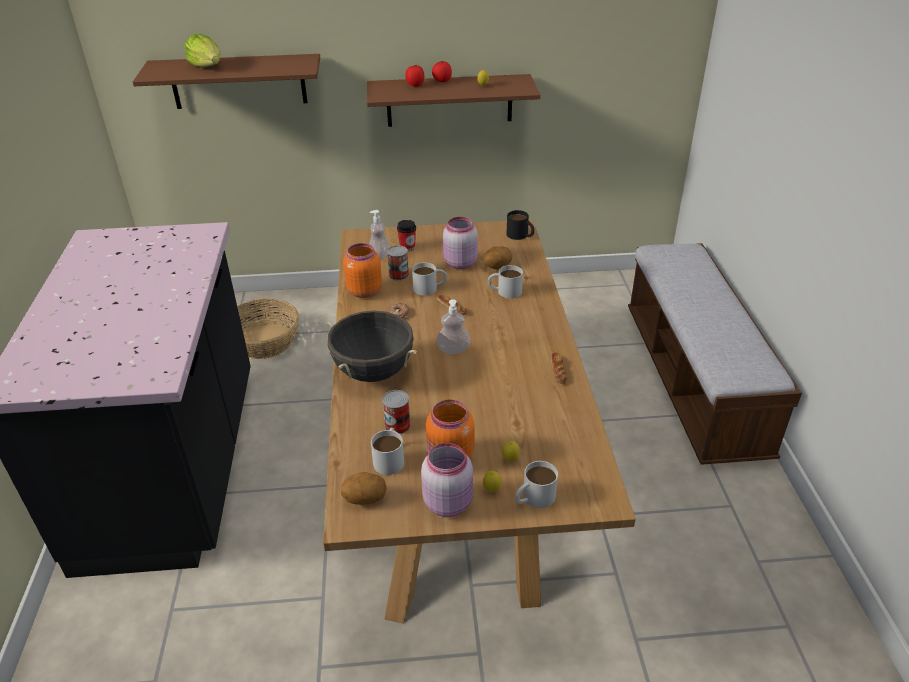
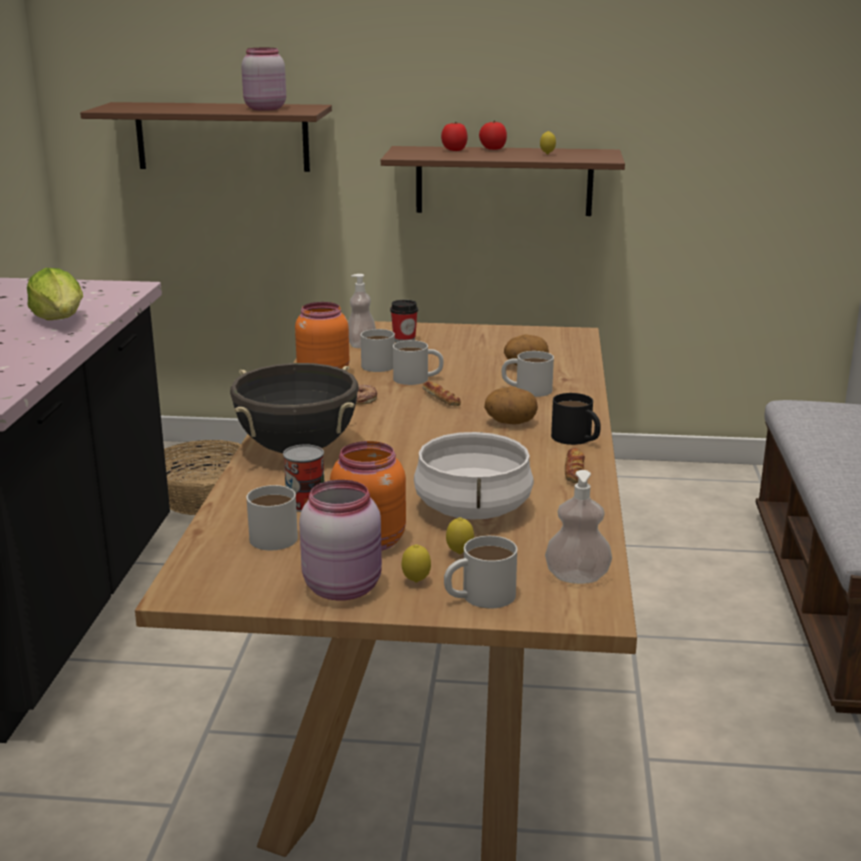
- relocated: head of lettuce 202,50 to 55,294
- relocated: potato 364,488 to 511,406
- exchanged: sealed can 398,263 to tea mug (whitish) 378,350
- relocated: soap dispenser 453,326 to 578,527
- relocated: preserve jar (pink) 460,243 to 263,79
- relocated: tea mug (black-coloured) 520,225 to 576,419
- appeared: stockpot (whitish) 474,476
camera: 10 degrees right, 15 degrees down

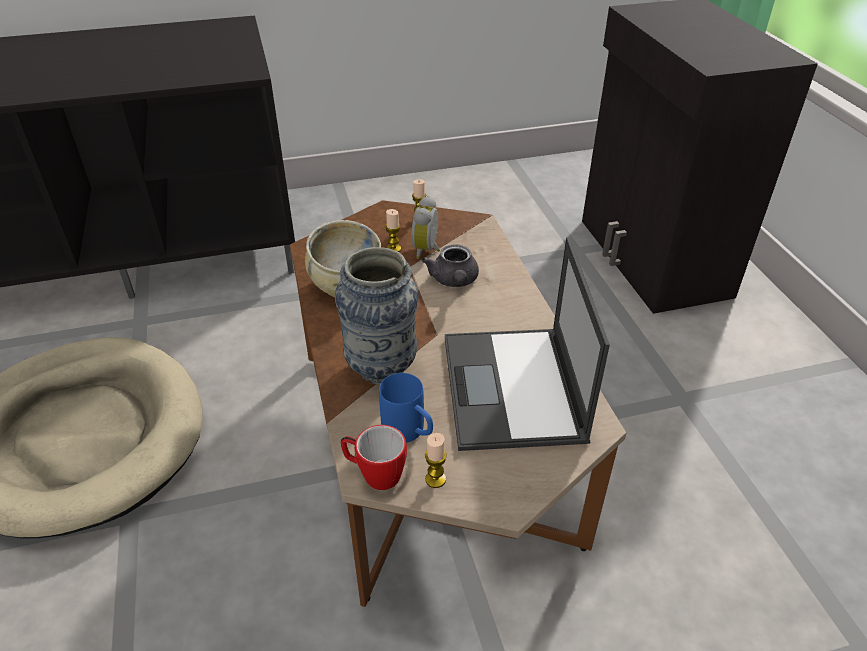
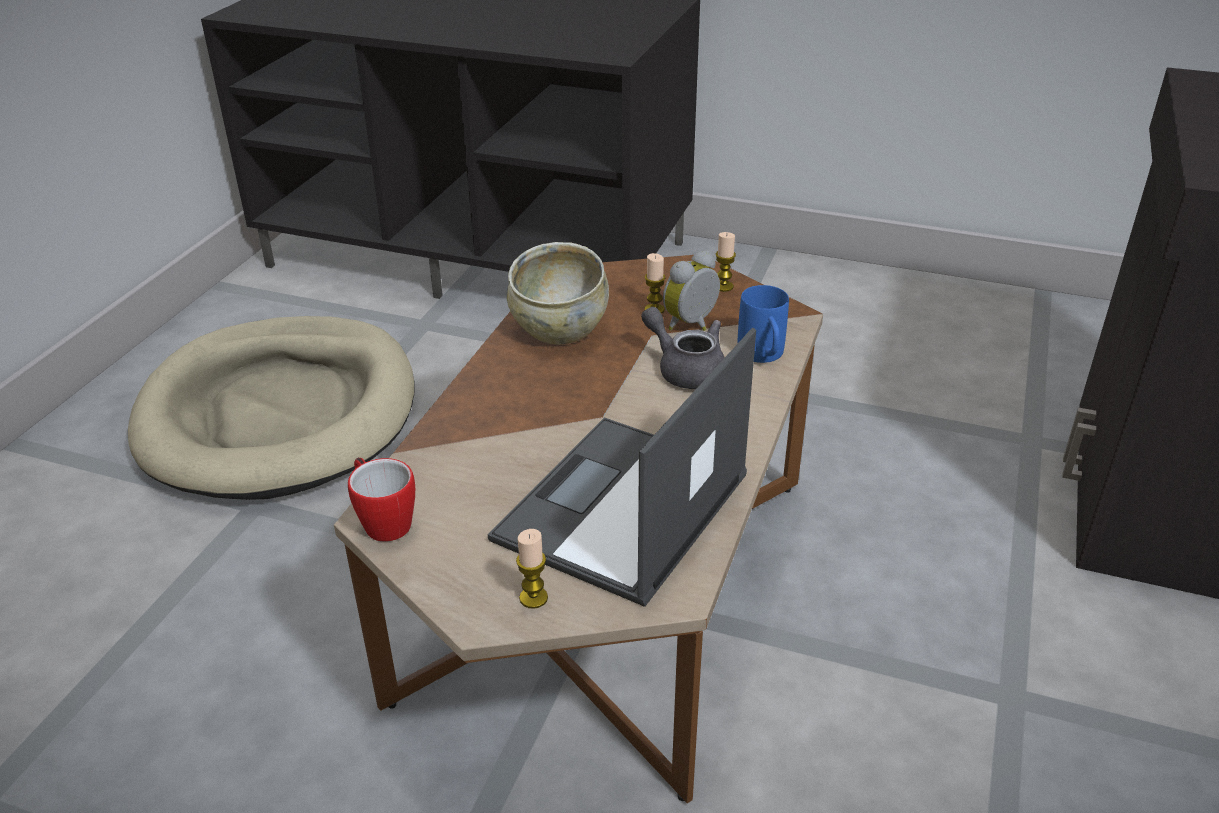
- missing: flower vase 377,315
- relocated: tea mug (blue) 406,408 to 763,324
- spun: tea pot (gray) 450,265 = 683,348 105 degrees clockwise
- relocated: wax candle 436,460 to 532,569
camera: 35 degrees right, 5 degrees down

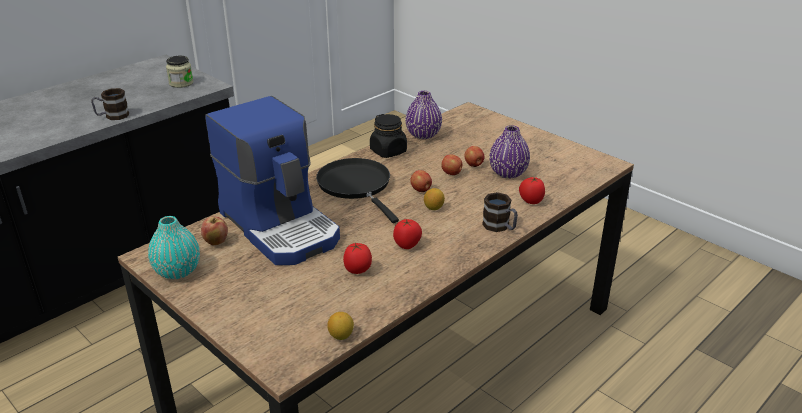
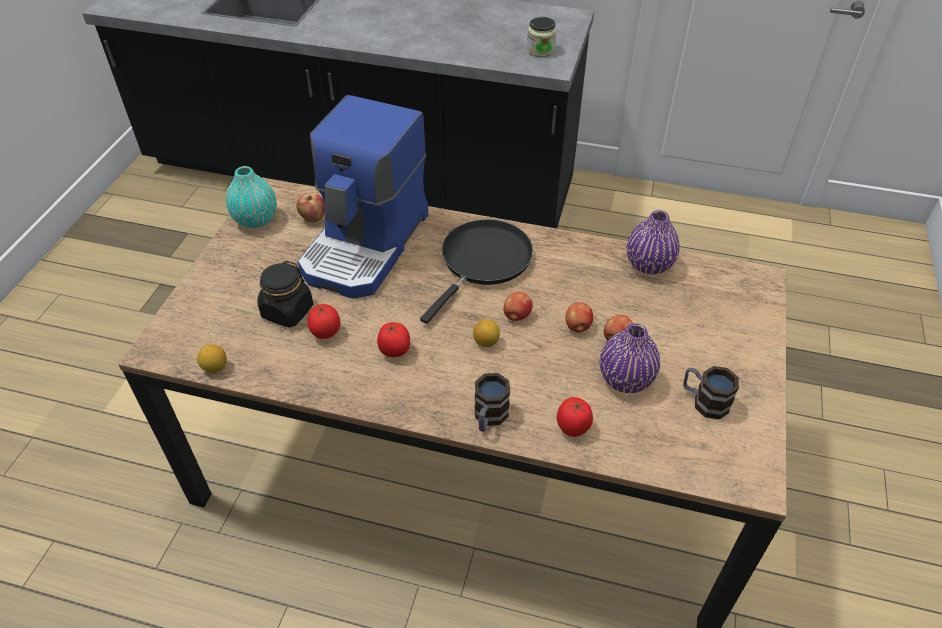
- relocated: tea mug 110,104 to 711,392
- relocated: preserve jar (black-coloured) 388,136 to 285,294
camera: 60 degrees right, 15 degrees up

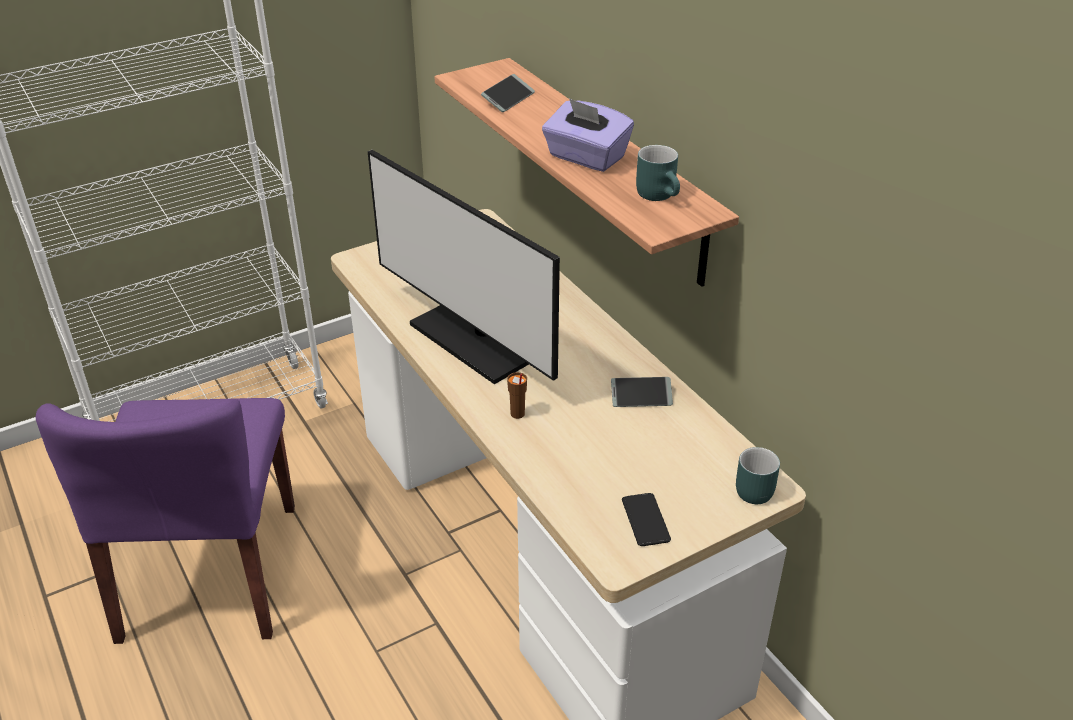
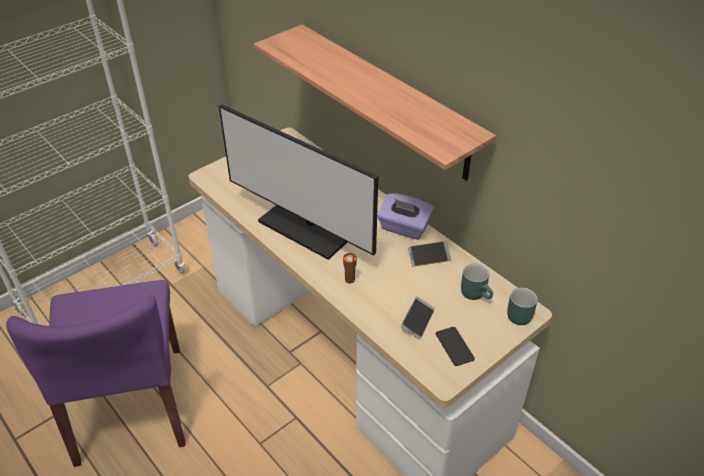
- relocated: handset 508,93 to 418,317
- relocated: tissue box (purple) 588,135 to 405,216
- relocated: tea mug (turquoise) 658,173 to 477,282
camera: 10 degrees left, 5 degrees up

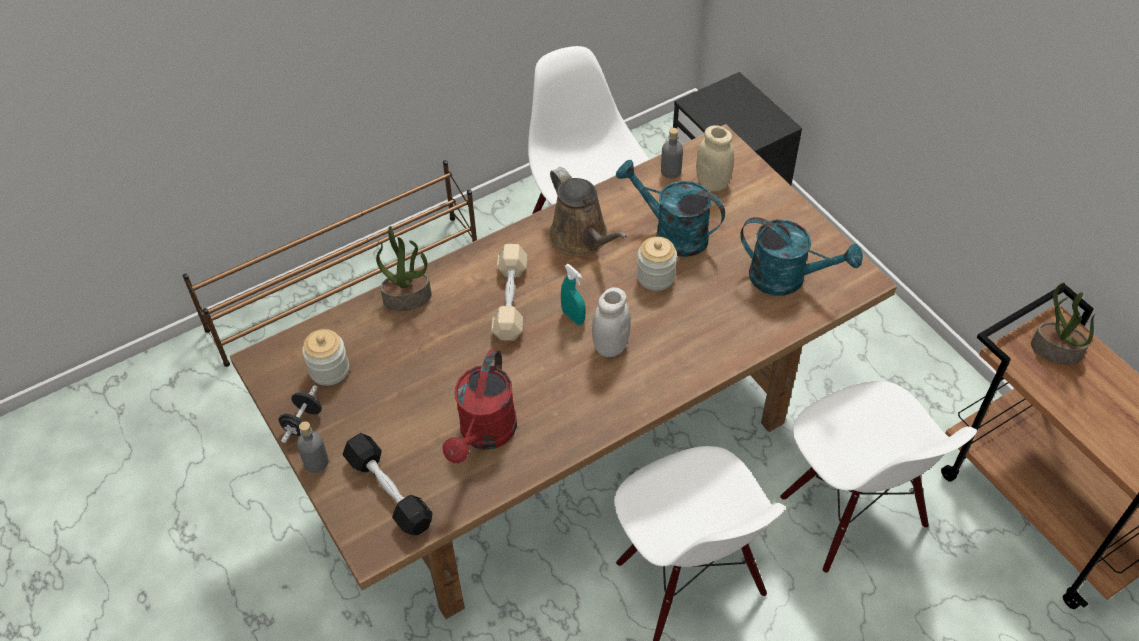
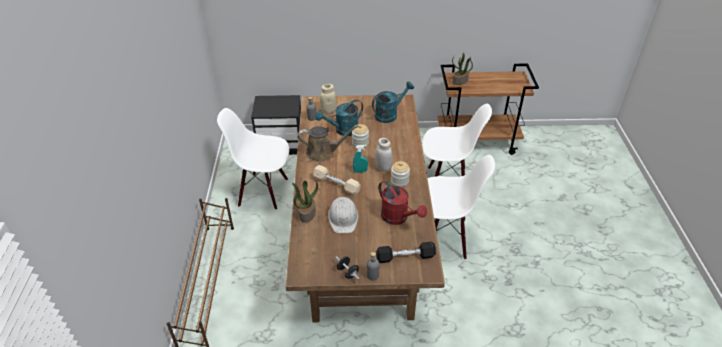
- relocated: preserve jar 325,357 to 400,174
- appeared: safety helmet (whitish) 343,215
camera: 60 degrees left, 10 degrees down

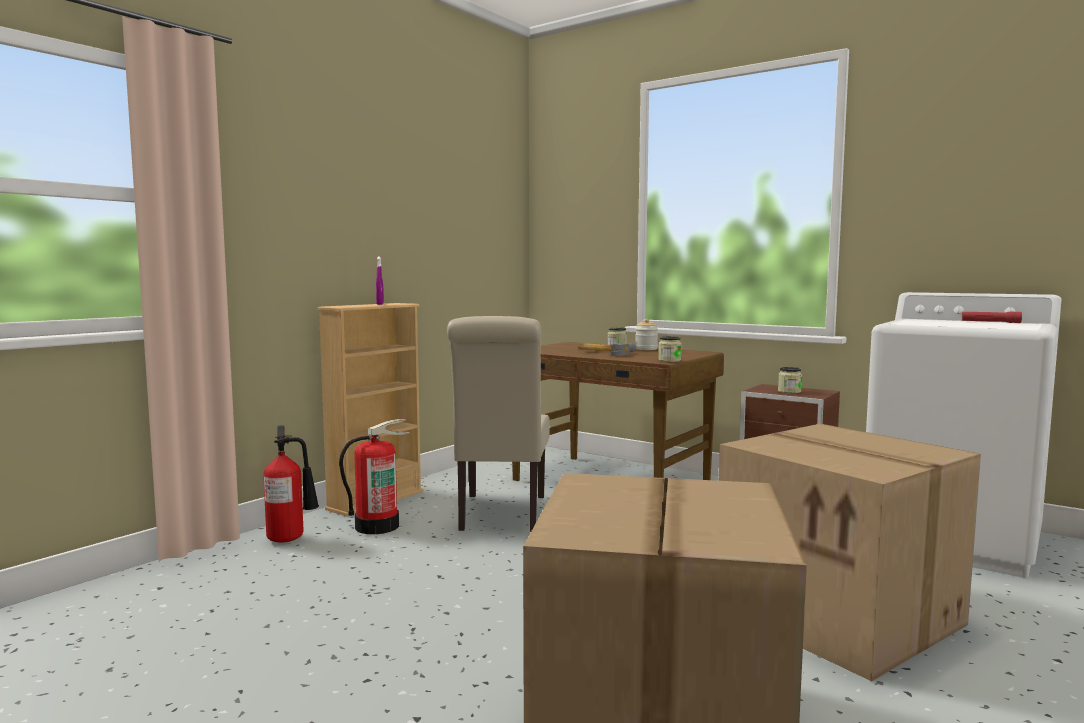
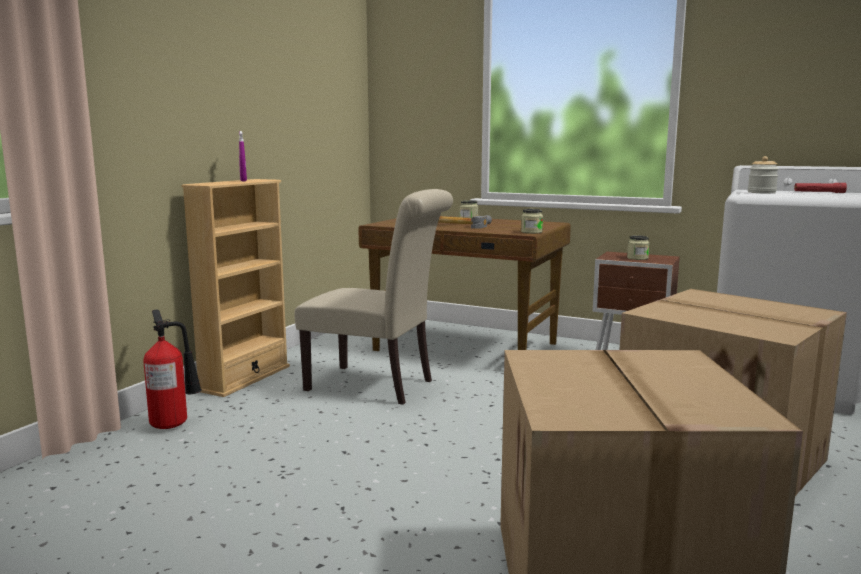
- missing: fire extinguisher 374,476
- spun: plain chair (beige) 498,424 = 373,297 60 degrees counterclockwise
- relocated: preserve jar 646,334 to 763,174
camera: 10 degrees left, 5 degrees up

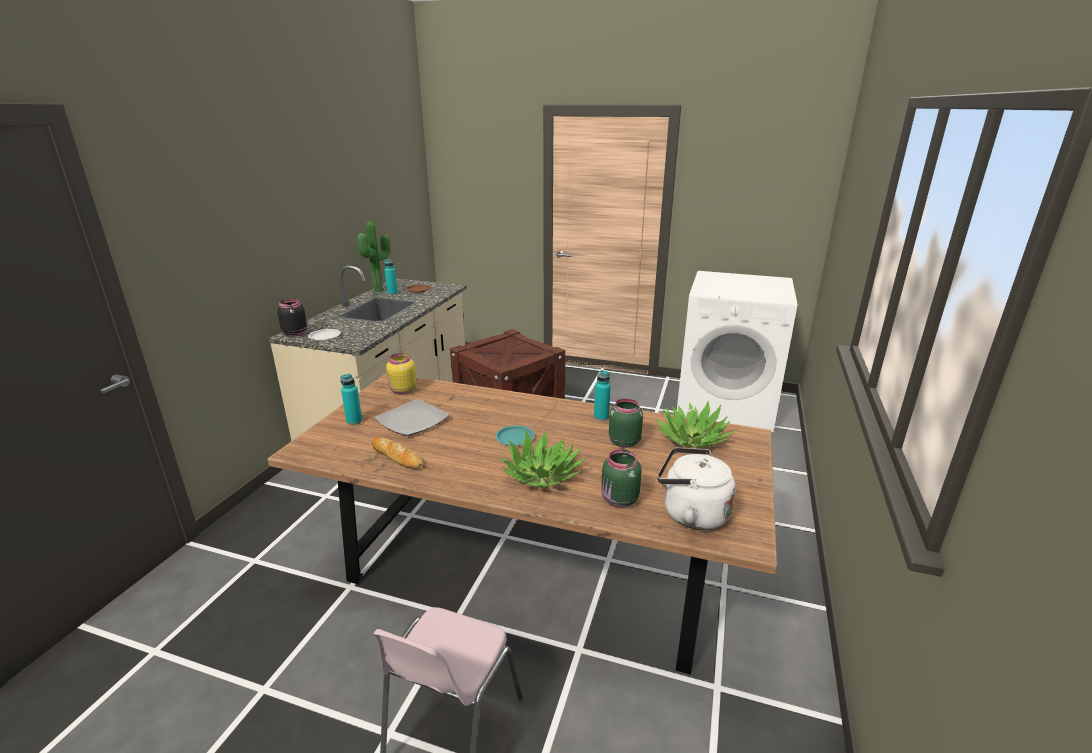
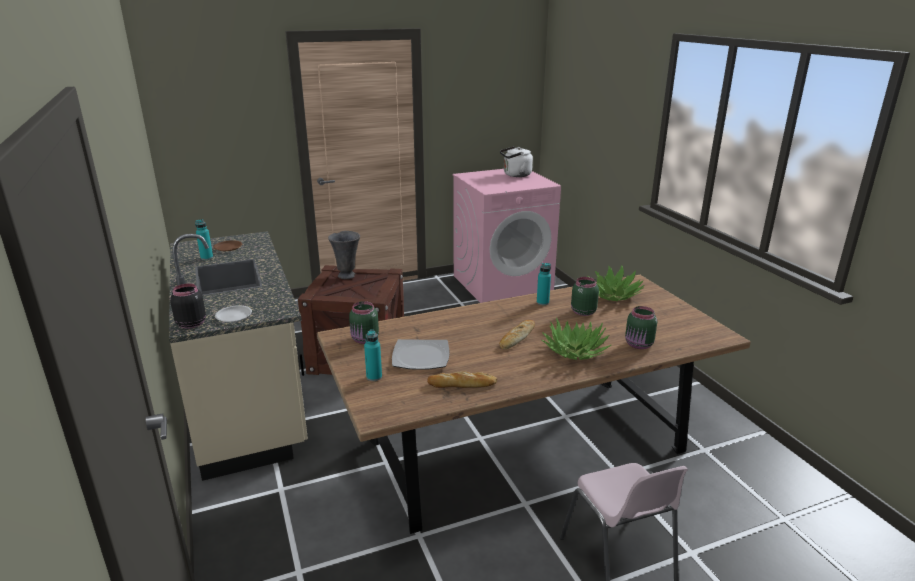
- missing: plant in a pot 373,257
- colour: preserve jar (yellowish) 401,373 to preserve jar (green-coloured) 364,322
- exchanged: flat dish (turquoise) 515,436 to bread 517,334
- relocated: water kettle (whitish) 696,489 to 516,161
- colour: washing machine (whitish) 737,351 to washing machine (pink) 506,236
- appeared: flower vase (gray) 344,255
camera: 40 degrees left, 0 degrees up

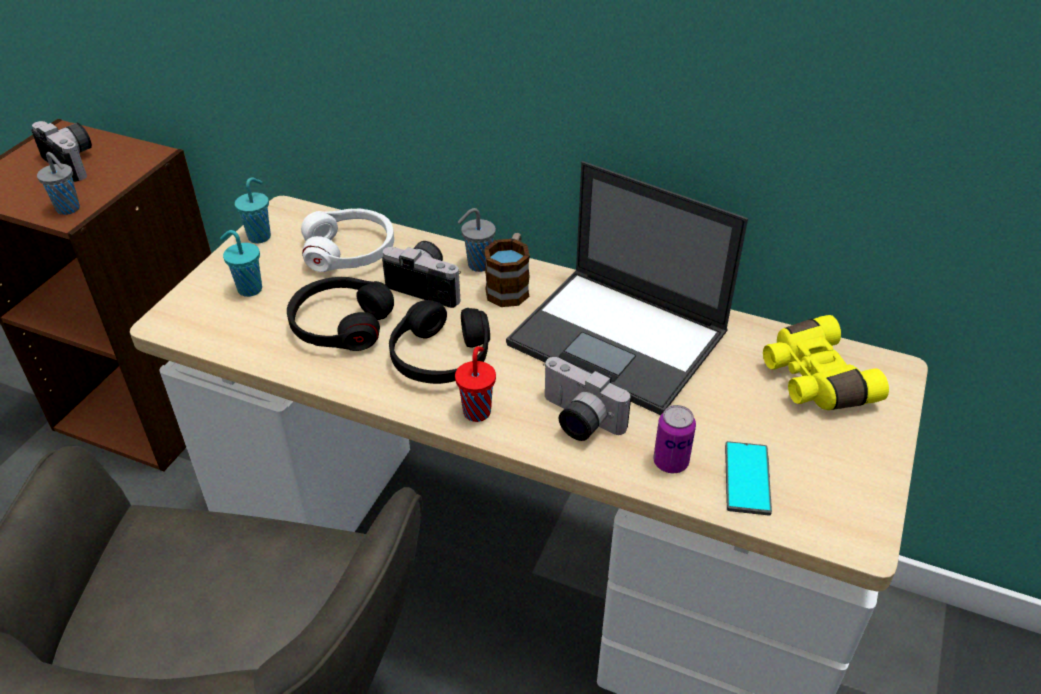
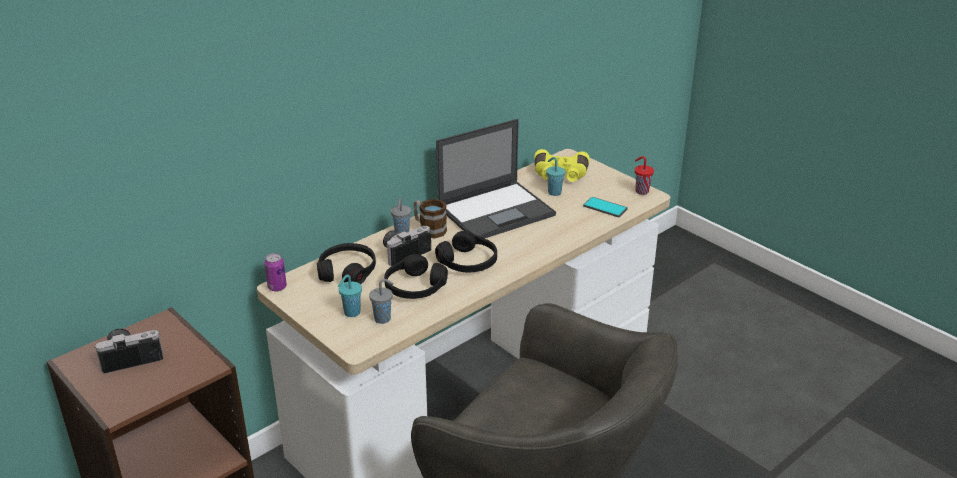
- relocated: drinking cup (gray) 58,183 to 381,301
- relocated: drinking cup (turquoise) 253,210 to 555,176
- colour: headphones (whitish) 347,240 to headphones (black-coloured) 346,263
- relocated: drinking cup (red-coloured) 475,384 to 644,175
- missing: photo camera 587,399
- relocated: sealed can 674,439 to 275,272
camera: 65 degrees left, 10 degrees down

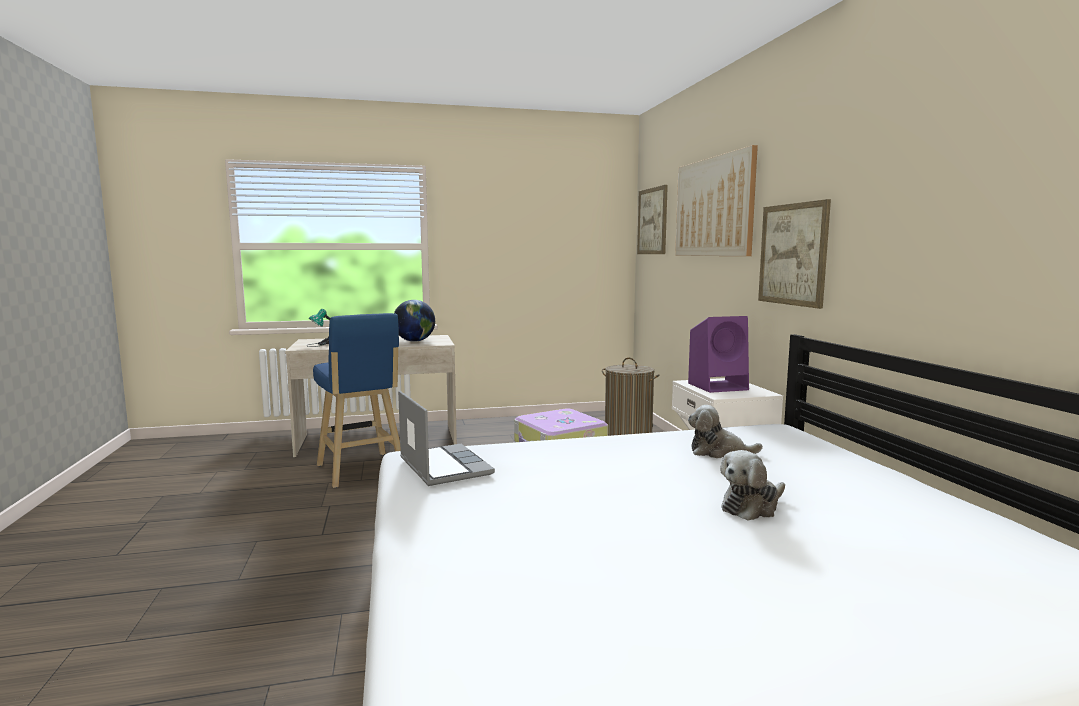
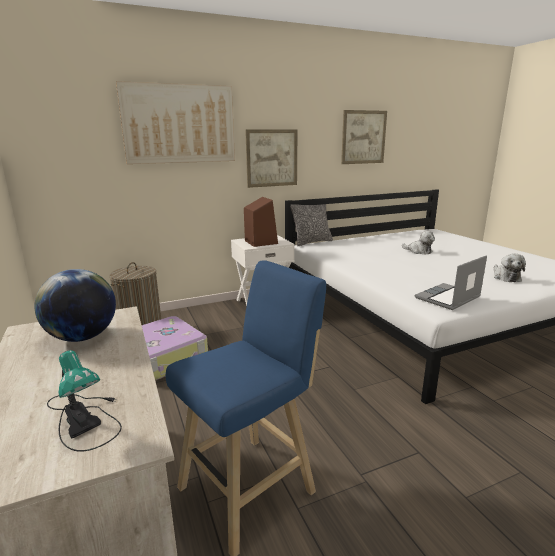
- relocated: picture 652,219 to 364,137
- colour: speaker (purple) 718,354 to speaker (brown-coloured) 261,222
- relocated: cuddly toy 725,431 to 509,267
- appeared: cushion 311,225
camera: 100 degrees left, 10 degrees up

